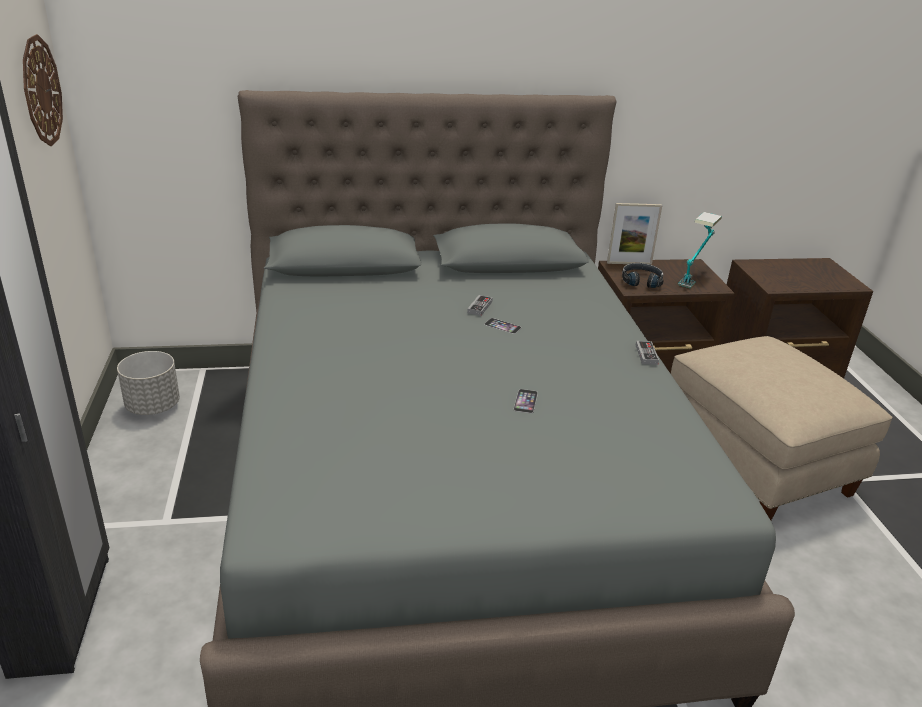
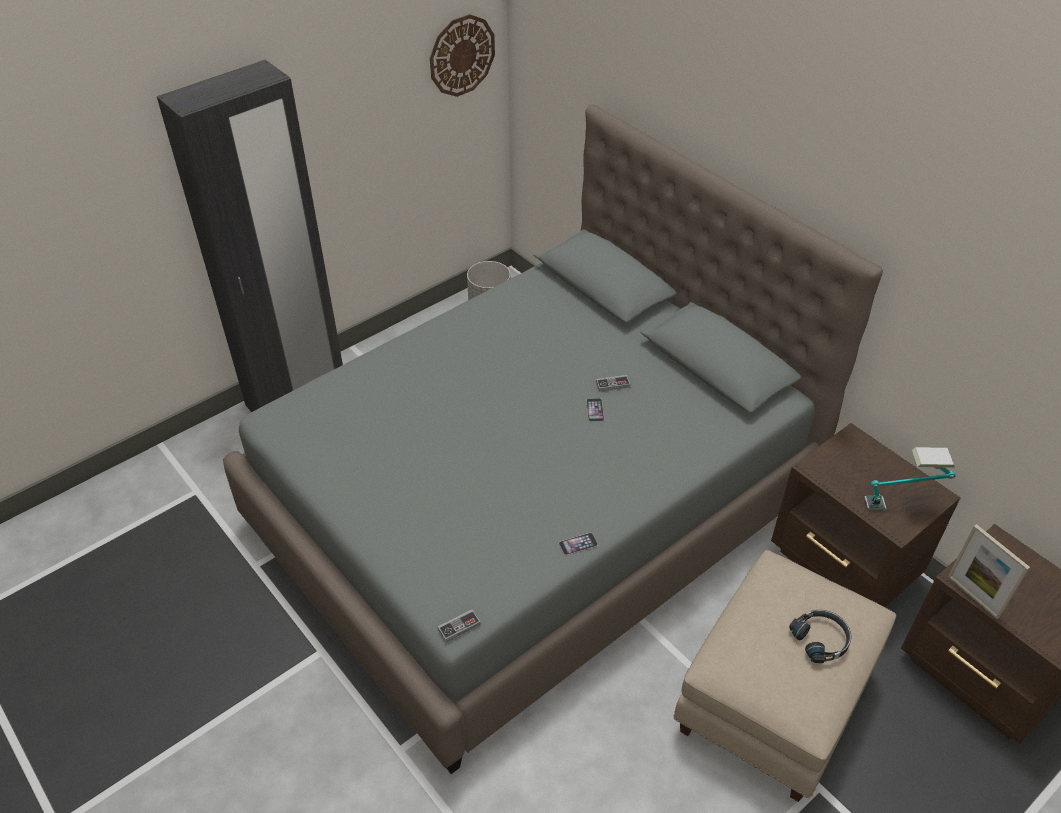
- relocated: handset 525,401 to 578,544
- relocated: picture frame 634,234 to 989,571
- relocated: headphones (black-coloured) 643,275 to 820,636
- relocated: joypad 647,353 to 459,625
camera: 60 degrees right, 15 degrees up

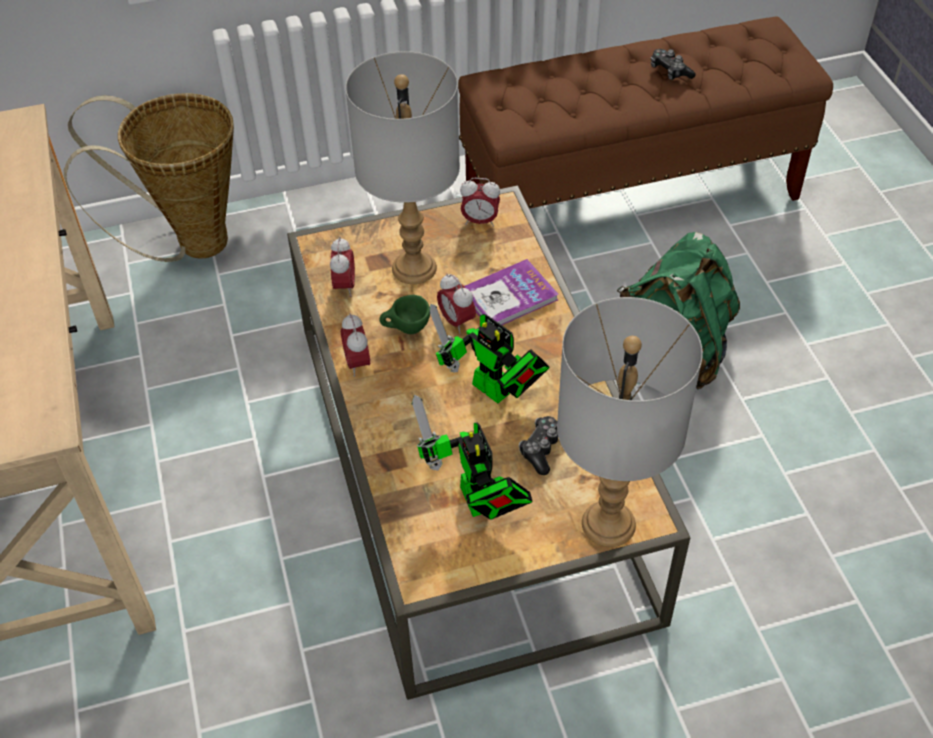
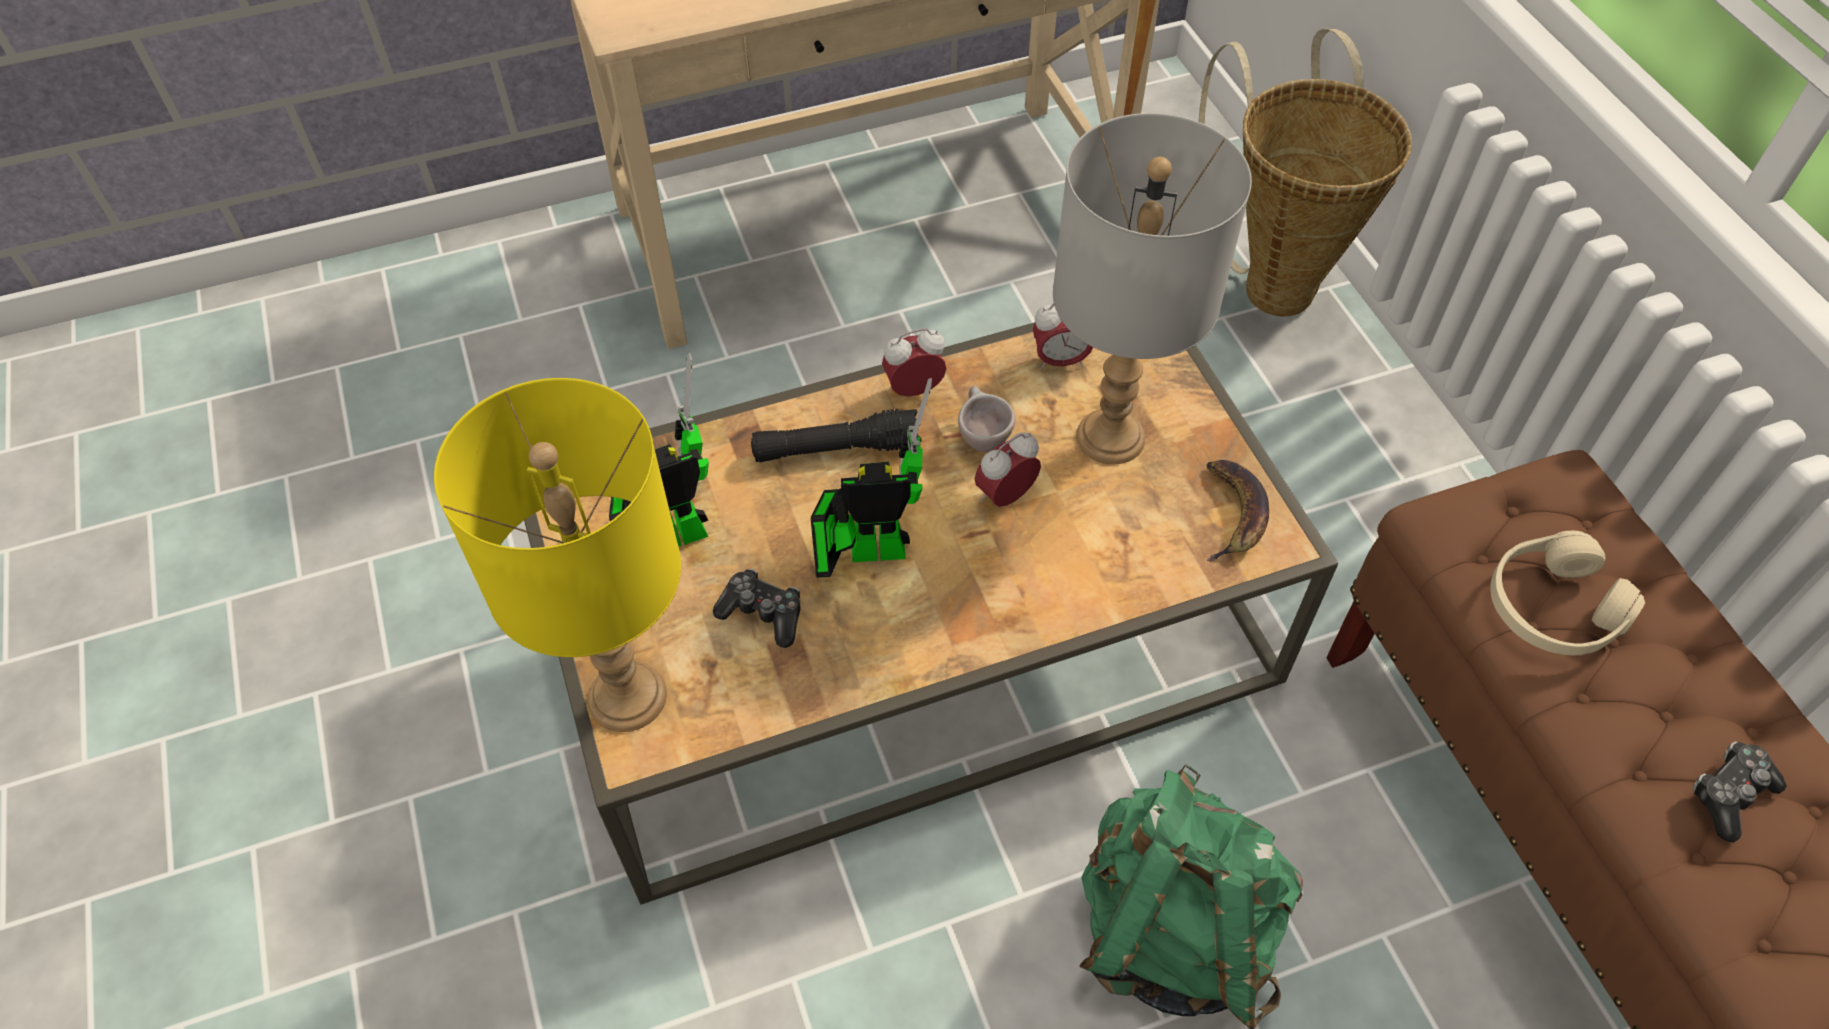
- colour: drinking cup (green-coloured) 404,314 to drinking cup (beige) 986,419
- spun: model robot 489,353 = 871,478 45 degrees clockwise
- exchanged: alarm clock 480,202 to banana 1238,510
- missing: book 511,292
- colour: table lamp (gray) 630,422 to table lamp (yellowish) 557,555
- appeared: flashlight (black-coloured) 836,436
- appeared: headphones (beige) 1567,593
camera: 85 degrees right, 5 degrees up

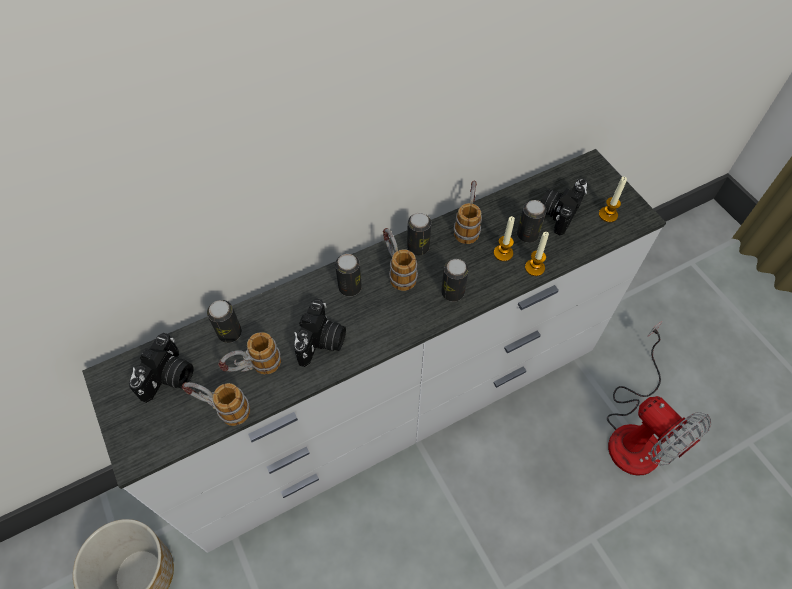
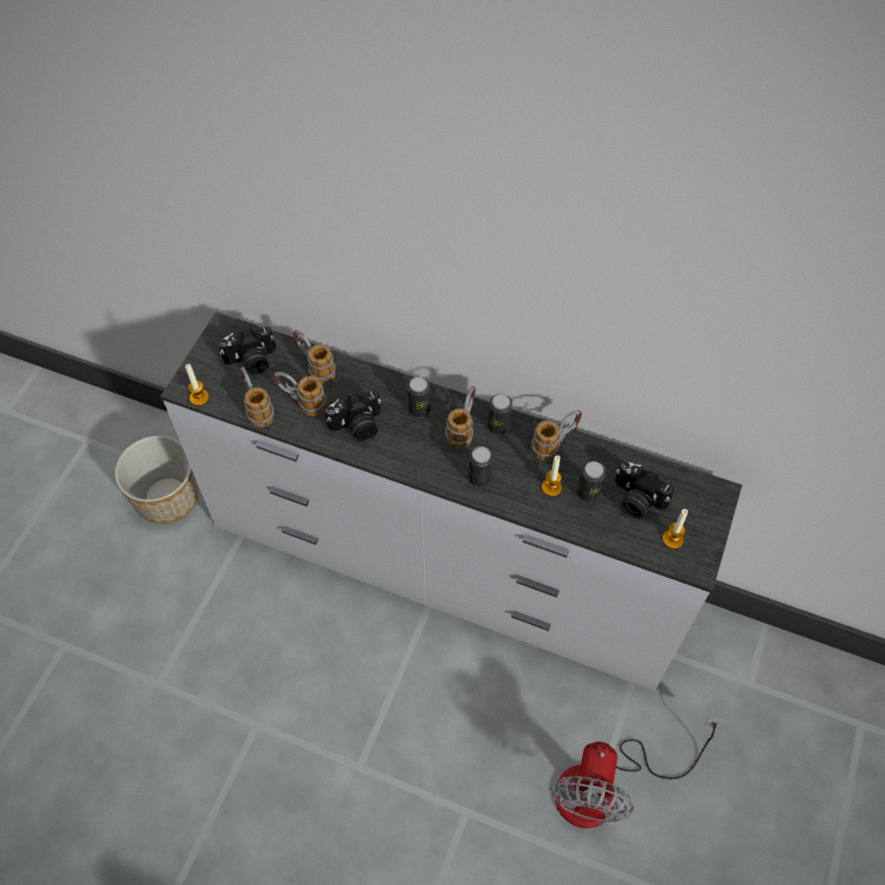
- exchanged: sealed can 224,321 to tea mug 314,357
- relocated: wax candle 537,254 to 197,385
- spun: photo camera 564,206 = 644,490 135 degrees counterclockwise
camera: 50 degrees right, 0 degrees up

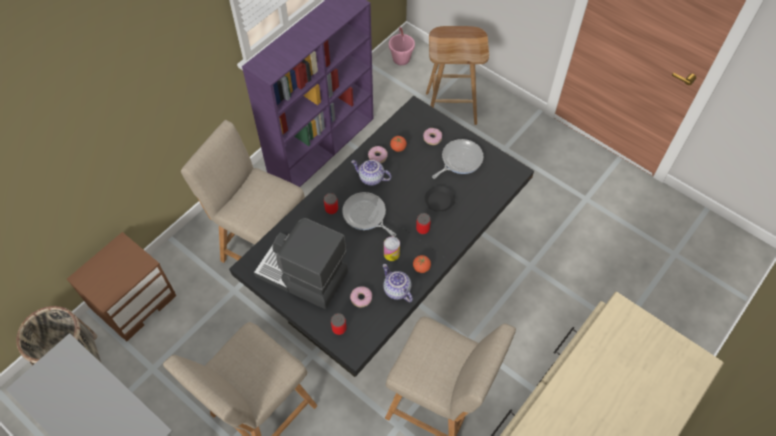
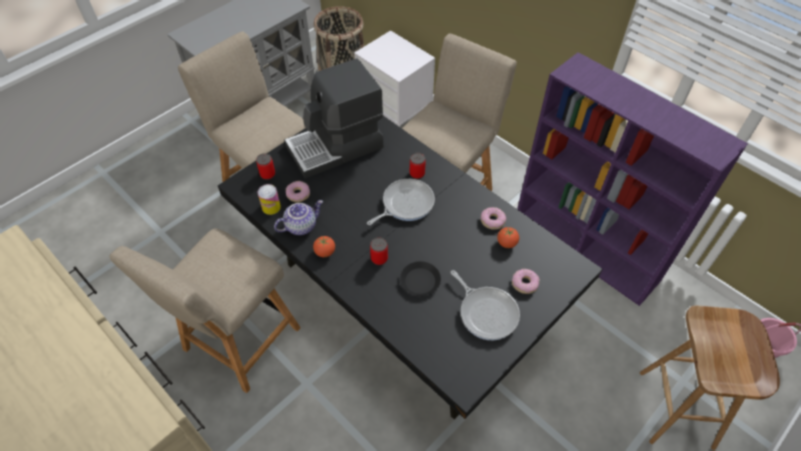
- colour: bedside table (brown-coloured) 121,287 to bedside table (whitish) 394,78
- spun: coffee brewer 301,263 = 334,119 150 degrees counterclockwise
- missing: tea pot 371,173
- relocated: sealed can 392,249 to 269,199
camera: 95 degrees right, 5 degrees down

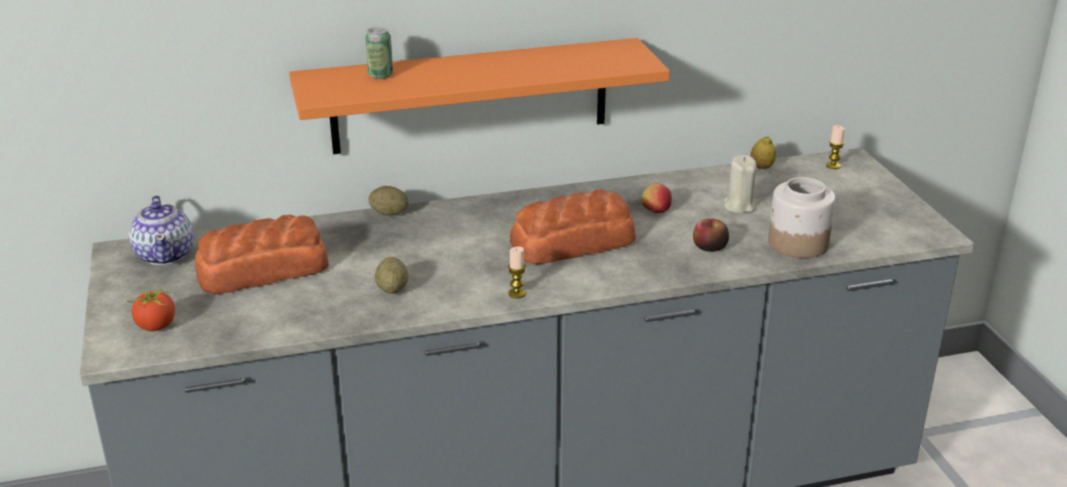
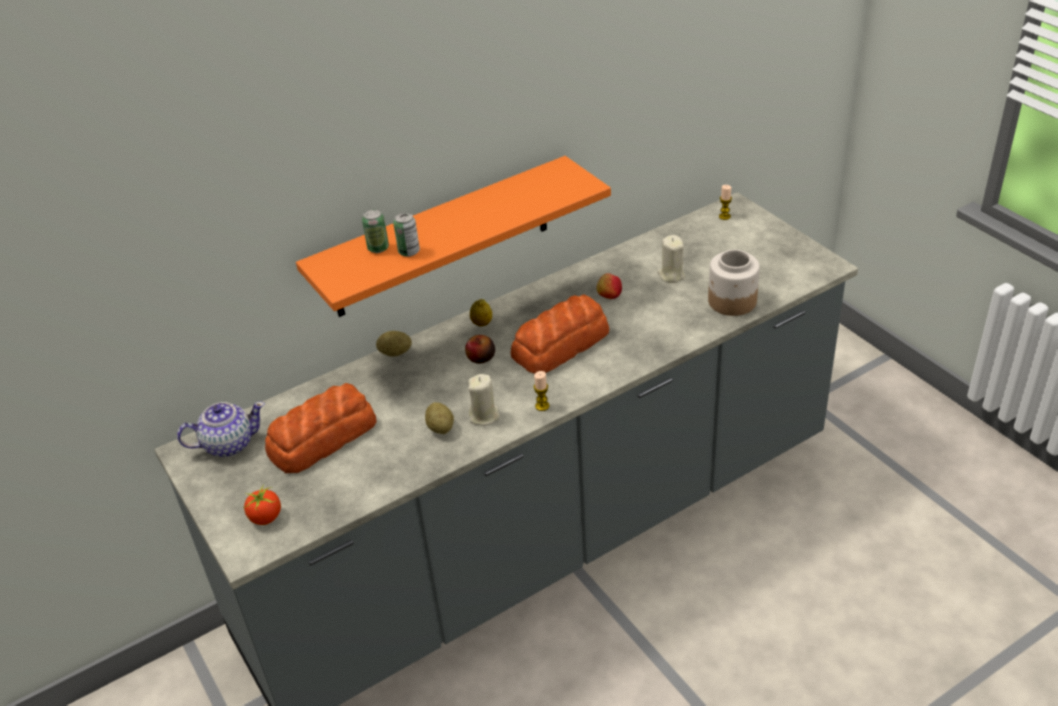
- spun: tea pot 161,230 = 221,429 75 degrees counterclockwise
- relocated: whole apple 711,235 to 480,349
- relocated: whole lemon 763,152 to 481,312
- appeared: sealed can 406,234
- appeared: wax candle (beige) 484,399
camera: 15 degrees left, 10 degrees up

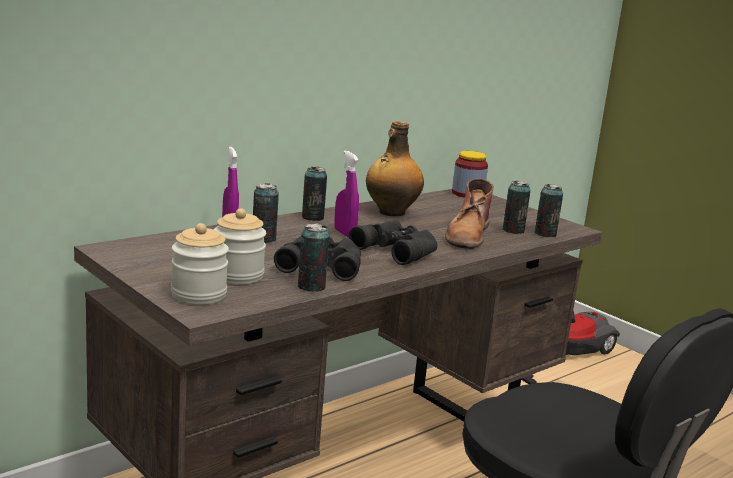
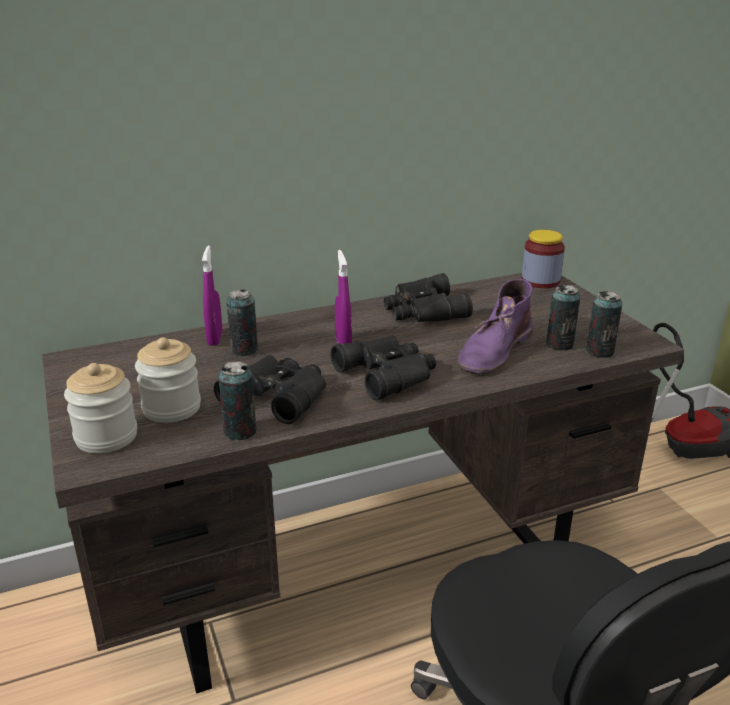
- missing: sealed can 314,194
- exchanged: beverage bottle 395,168 to binoculars (black-coloured) 428,297
- colour: boot (brown-coloured) 469,213 to boot (purple) 495,327
camera: 20 degrees right, 10 degrees up

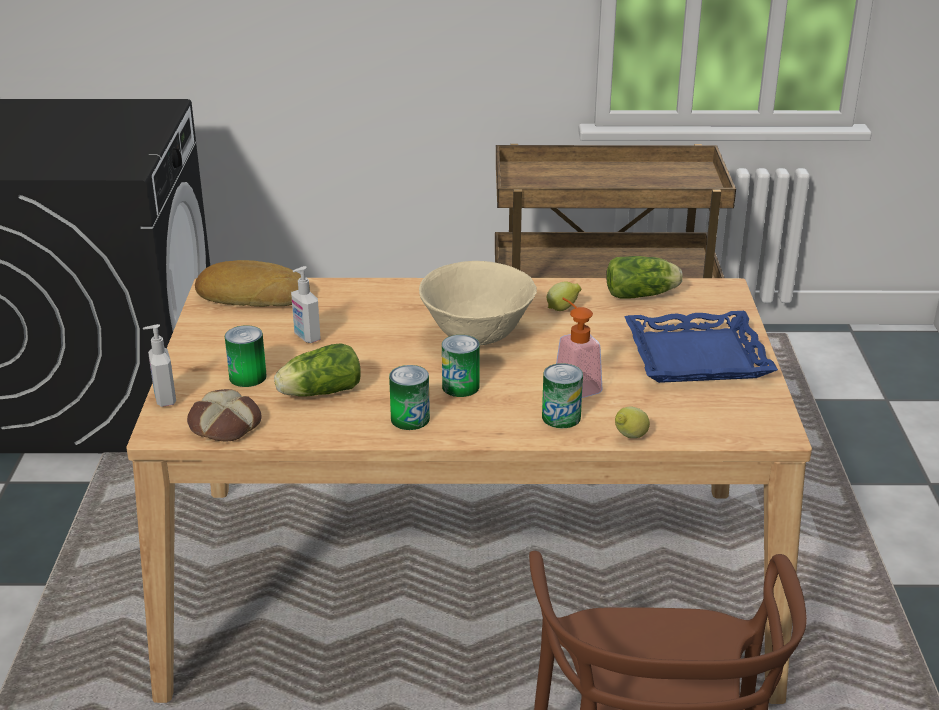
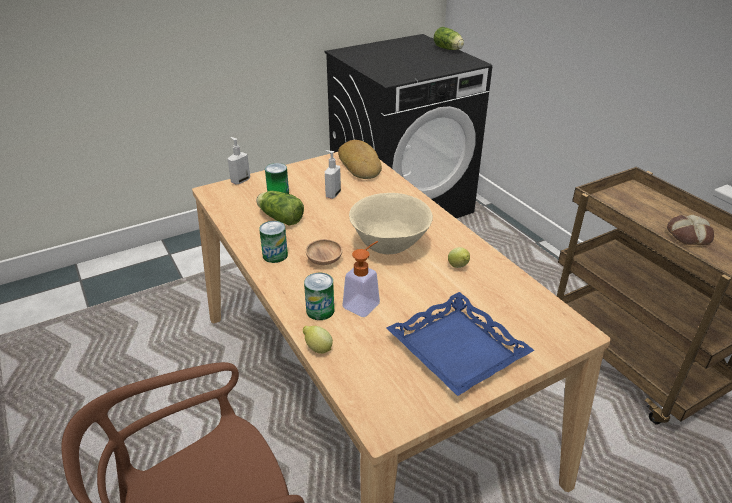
- relocated: bread 224,415 to 690,229
- exchanged: sealed can 461,366 to serving bowl (brown-coloured) 324,252
- relocated: head of lettuce 644,277 to 448,38
camera: 60 degrees right, 5 degrees up

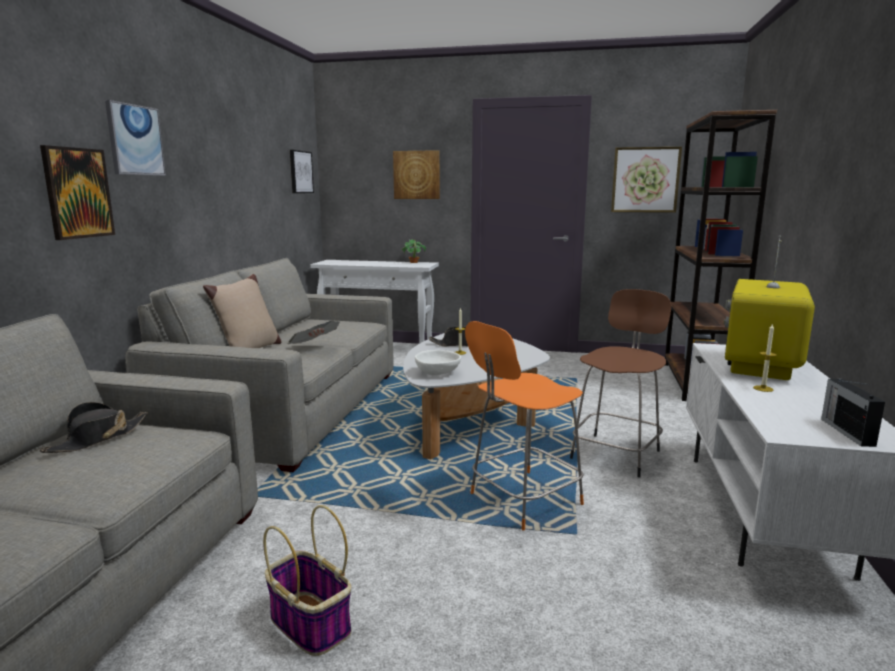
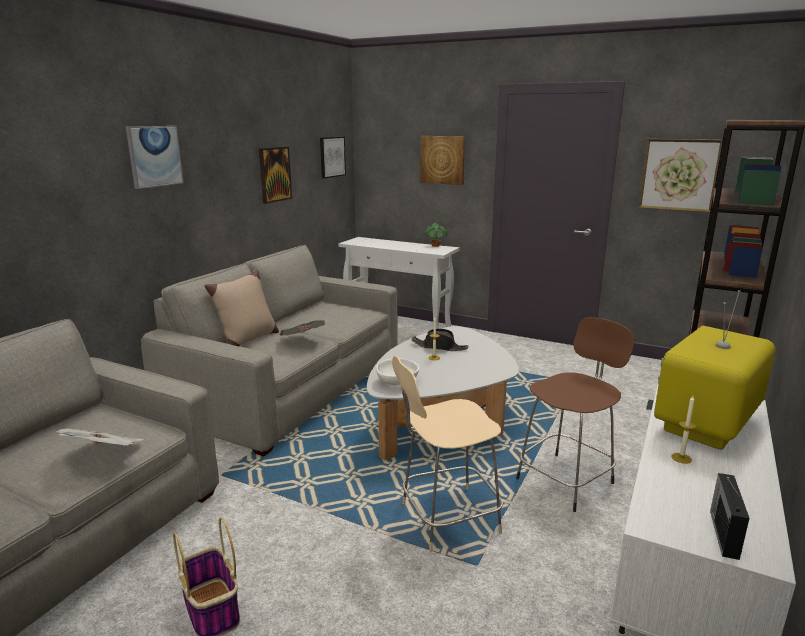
- relocated: picture 77,192 to 275,175
- missing: wearable hat (black-coloured) 93,427
- colour: stool (orangey) 524,426 to stool (beige) 447,454
- appeared: newspaper 100,437
camera: 15 degrees right, 5 degrees up

